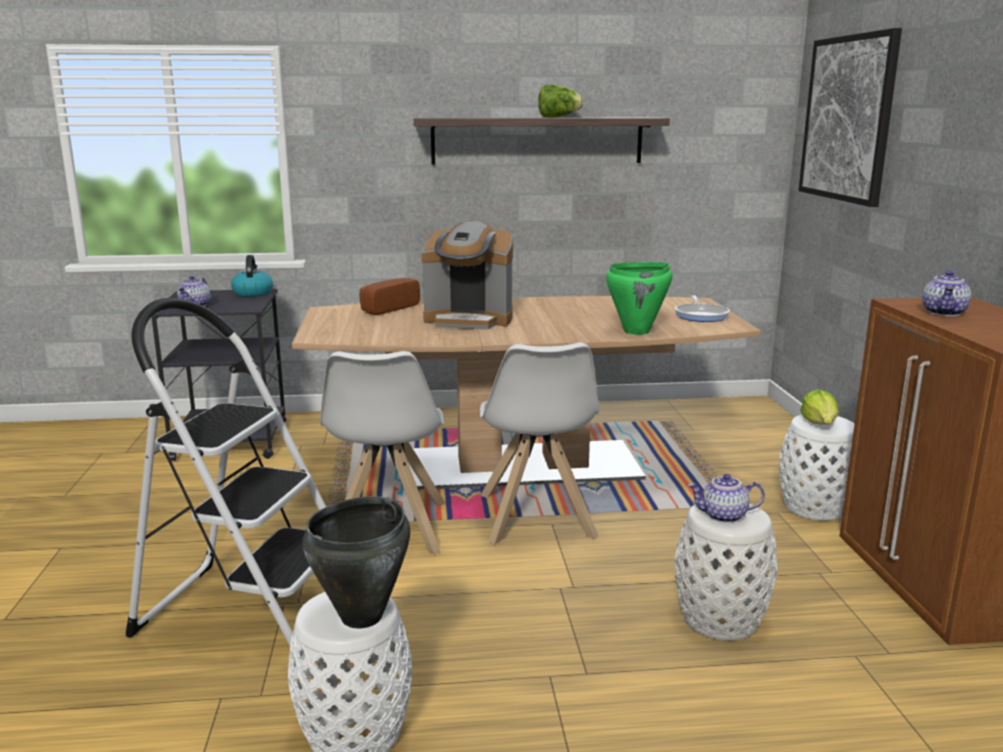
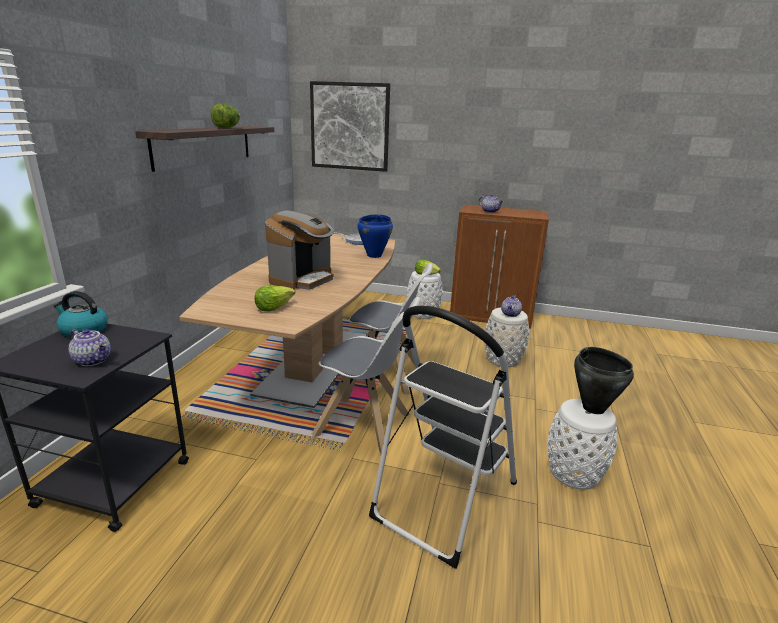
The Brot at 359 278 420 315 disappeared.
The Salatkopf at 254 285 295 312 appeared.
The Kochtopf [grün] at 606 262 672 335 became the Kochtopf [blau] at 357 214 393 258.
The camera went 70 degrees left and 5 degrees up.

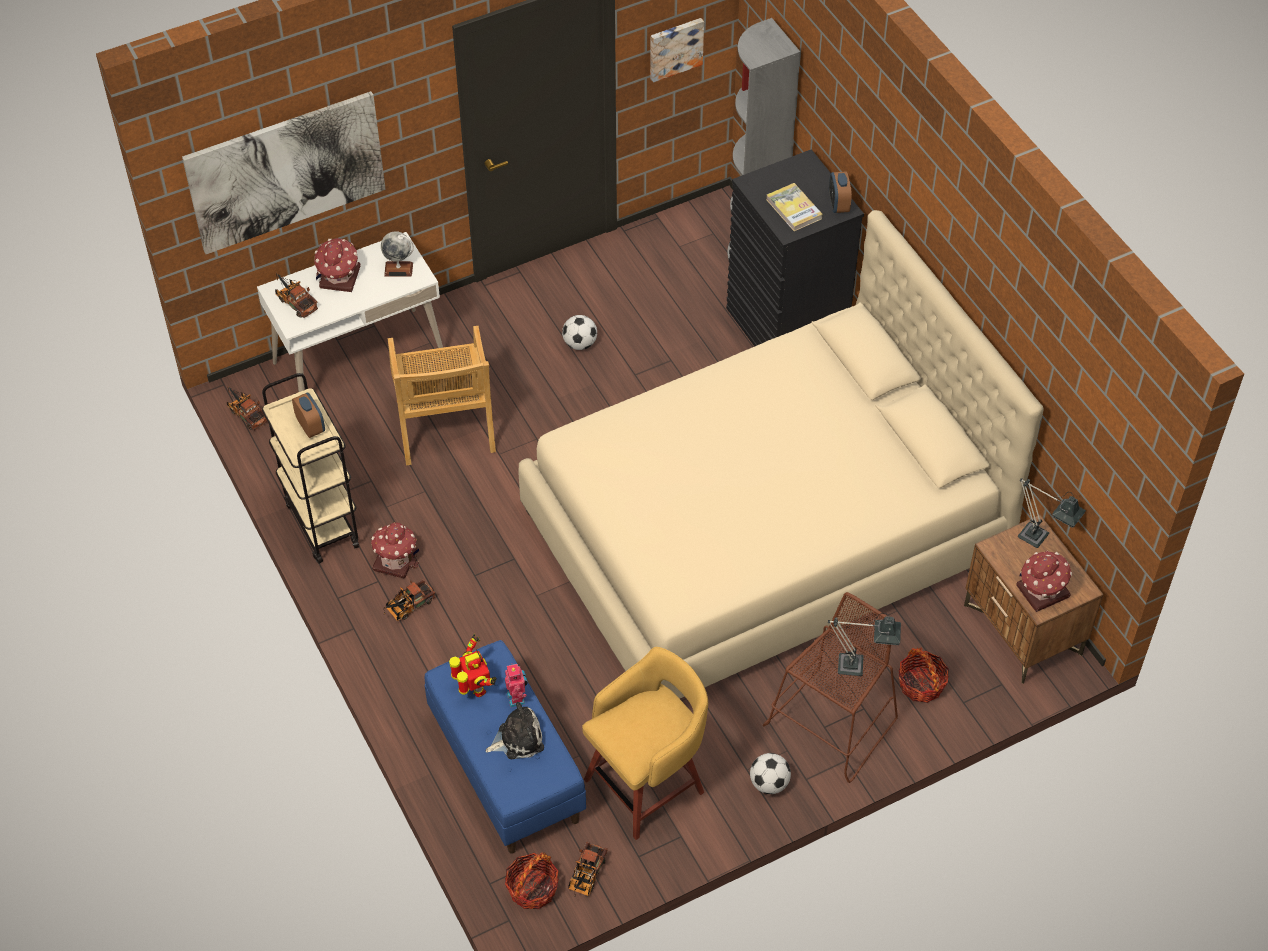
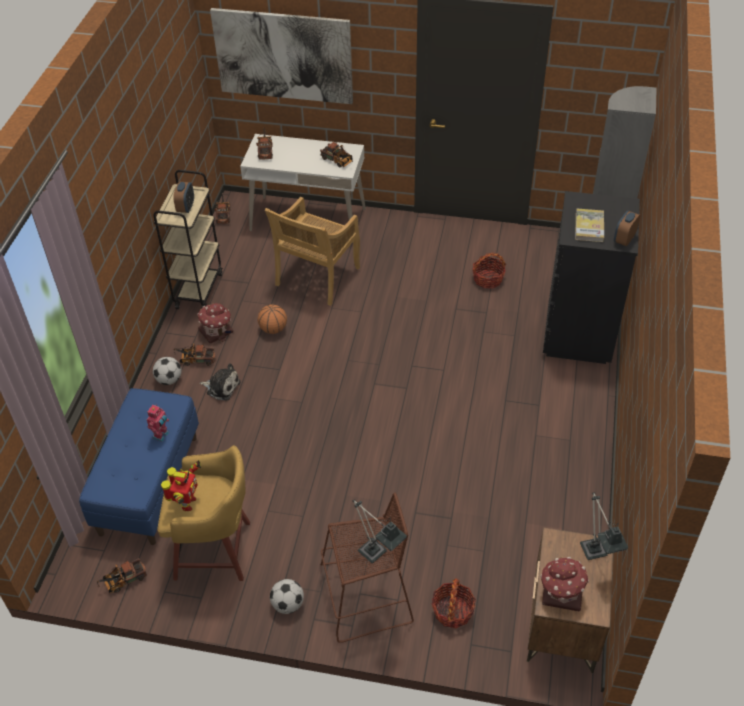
The Spielzeughaus at 314 238 361 292 disappeared.
The Bett [beige] at 519 210 1044 699 disappeared.
The Bild at 650 18 704 83 disappeared.
The Basketball at 258 305 287 334 appeared.
The Spielzeugroboter moved from 449 634 496 697 to 161 460 201 511.
The Plüschtier moved from 485 702 544 759 to 200 363 241 400.
The Korb moved from 505 852 559 909 to 473 253 506 289.
The Fußball moved from 562 315 597 350 to 153 357 181 385.
The Globus at 381 231 414 277 was replaced by the Spielzeuglaster at 320 141 353 167.
The camera went 40 degrees right and 5 degrees down.

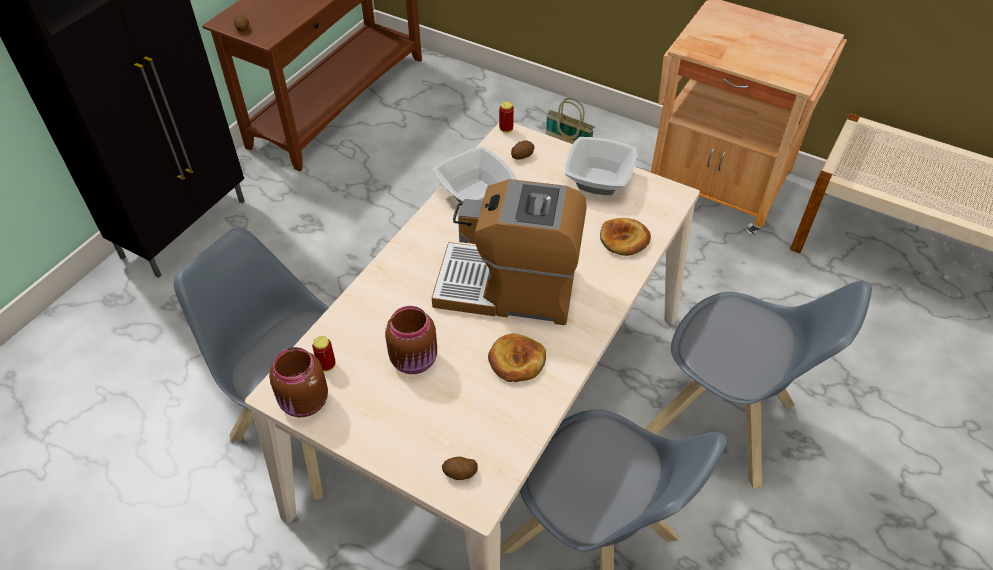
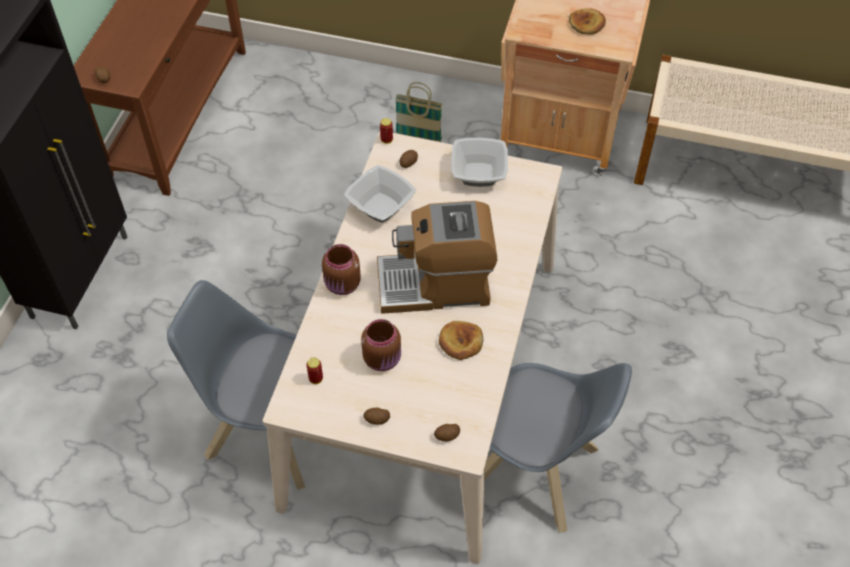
The Stuhl [grau] at 644 281 872 489 disappeared.
The Kartoffel at 363 408 390 425 appeared.
The Vorratsglas [braun] moved from 269 347 328 417 to 322 244 361 295.
The Brot moved from 600 218 651 256 to 569 8 606 34.
The camera went 15 degrees left and 5 degrees up.

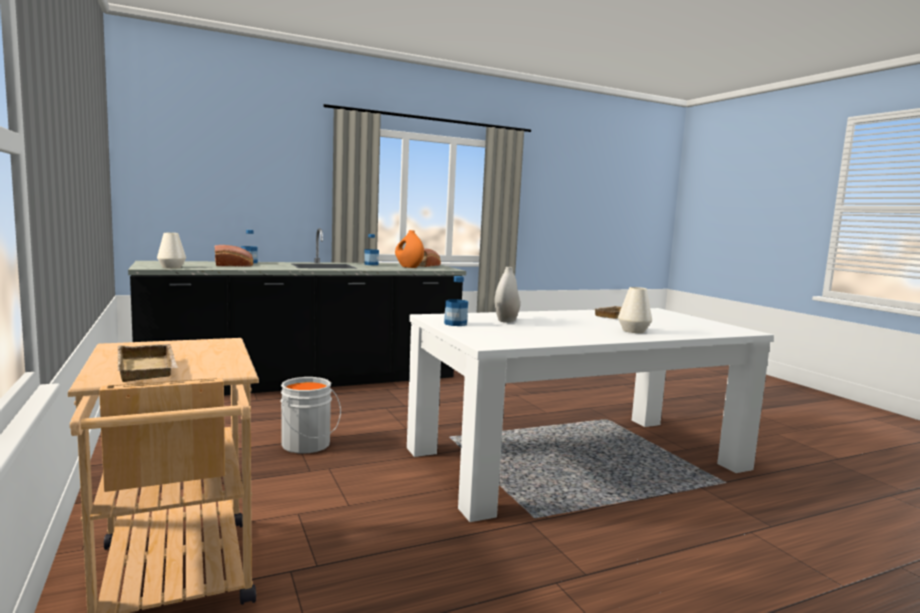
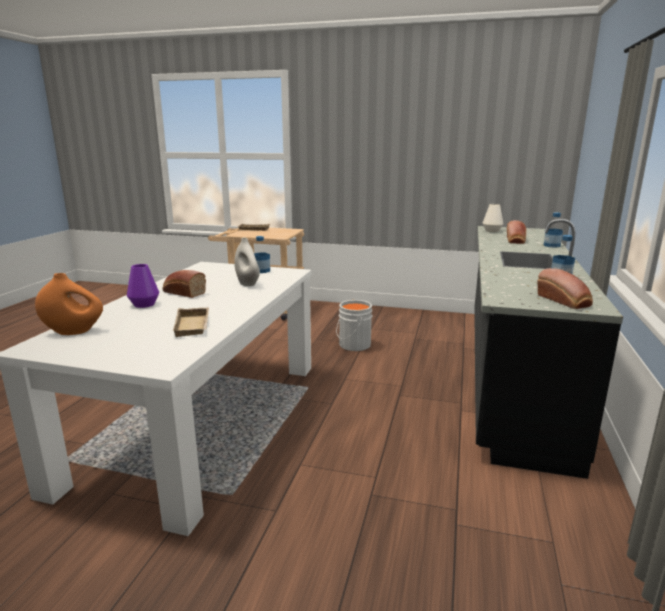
The Brot at 163 270 206 298 appeared.
The Vase [orange] moved from 395 230 424 268 to 35 273 103 335.
The Vase [weiß] at 618 287 652 333 became the Vase [lila] at 127 264 159 308.
The camera went 130 degrees right and 10 degrees up.

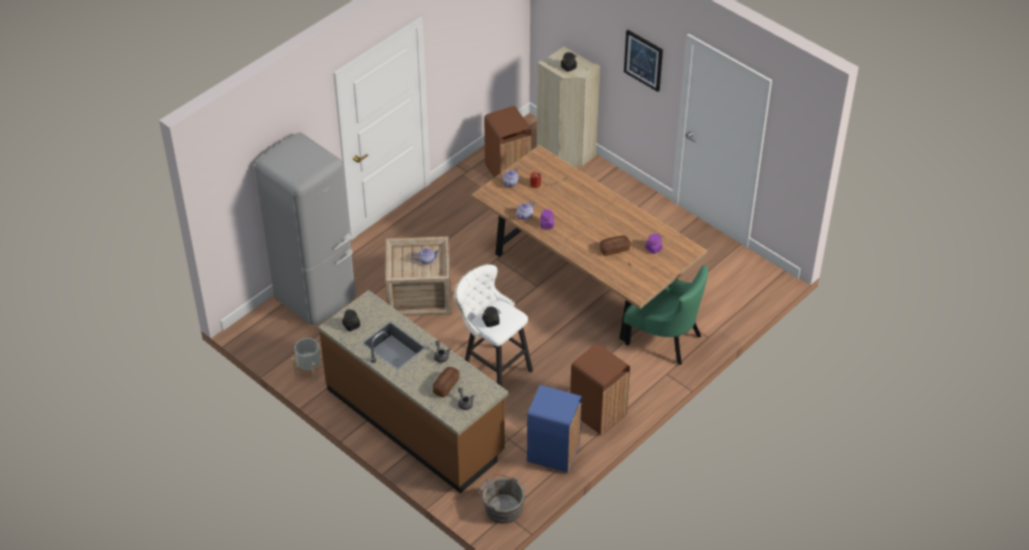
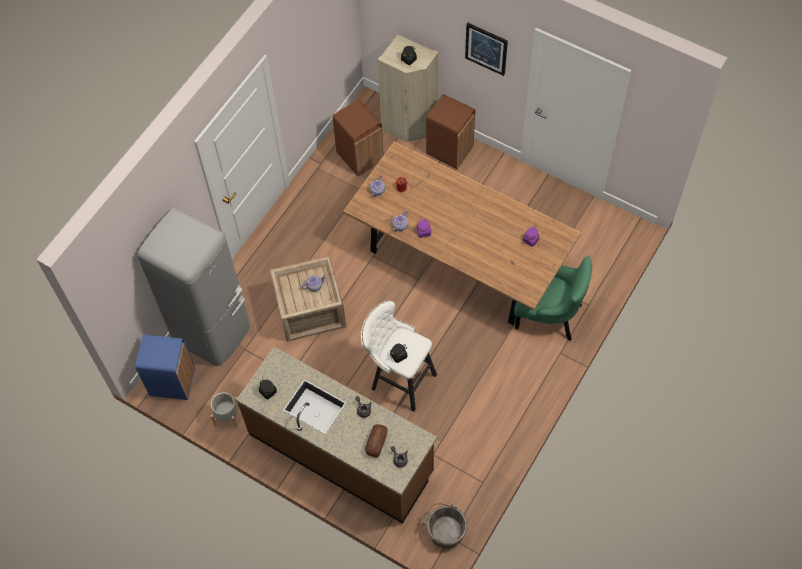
The Brot at 600 235 630 256 disappeared.
The Mülleimer [blau] moved from 527 385 582 473 to 135 334 195 400.
The Mülleimer [braun] moved from 570 343 630 435 to 426 94 475 169.
The camera went 10 degrees left and 15 degrees up.

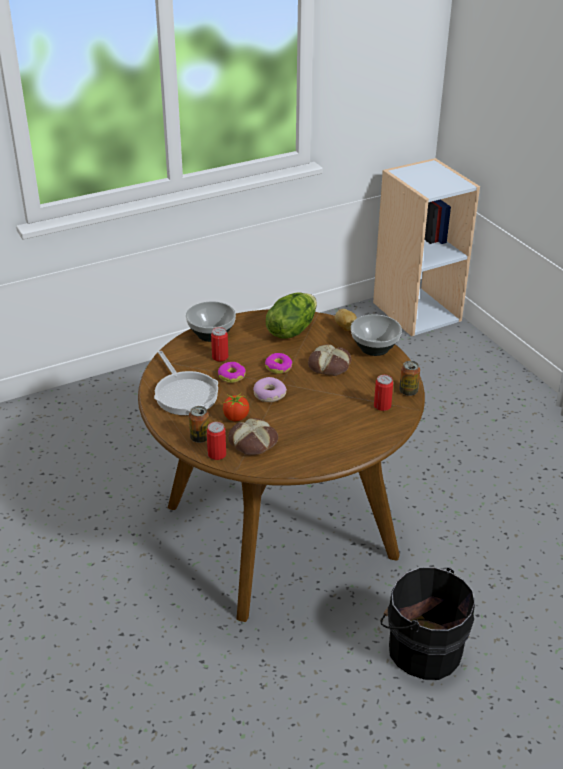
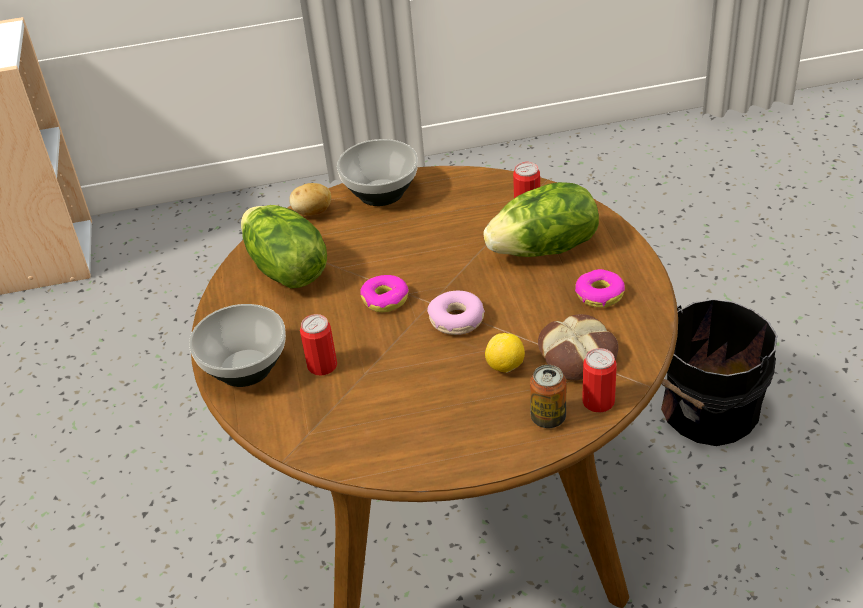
The Pfanne at 154 351 218 415 disappeared.
The Brot at 308 344 351 376 disappeared.
The Dose at 399 361 420 396 disappeared.
The Salatkopf at 483 182 599 257 appeared.
The Donut moved from 218 362 246 383 to 575 269 625 308.
The Tomate at 222 392 249 421 was replaced by the Zitrone at 485 333 525 373.
The camera went 70 degrees left and 5 degrees up.

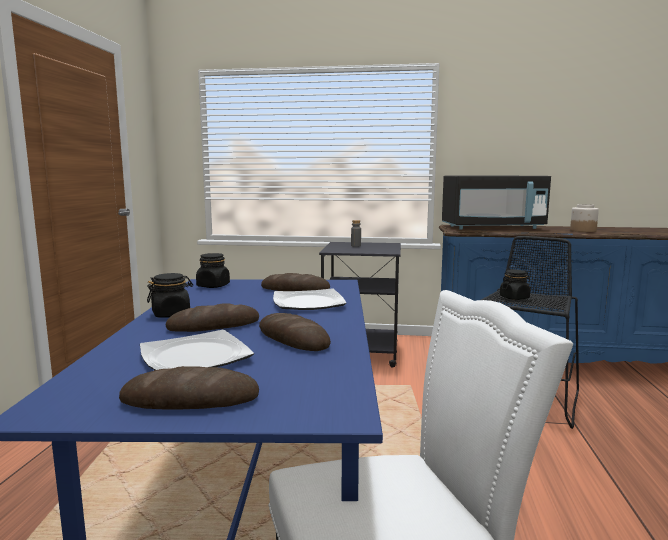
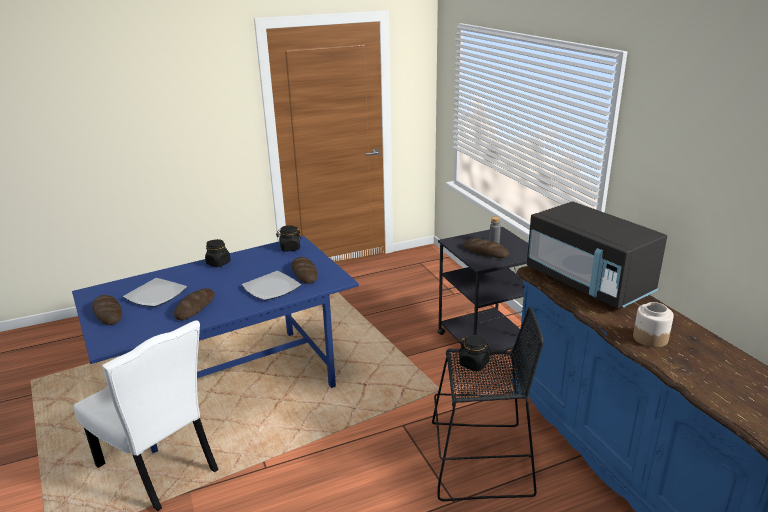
The Brot moved from 166 304 259 332 to 463 238 509 258.
The camera went 60 degrees right and 15 degrees up.

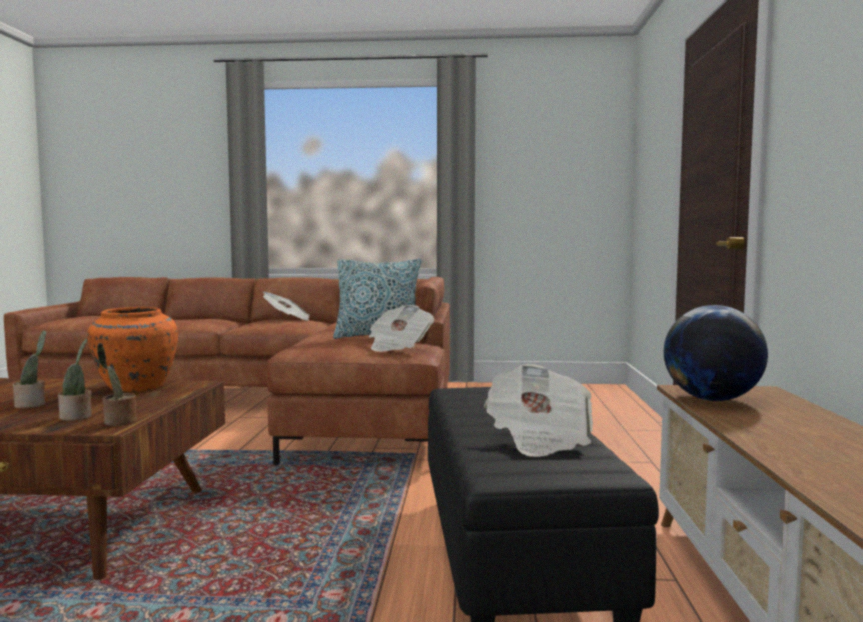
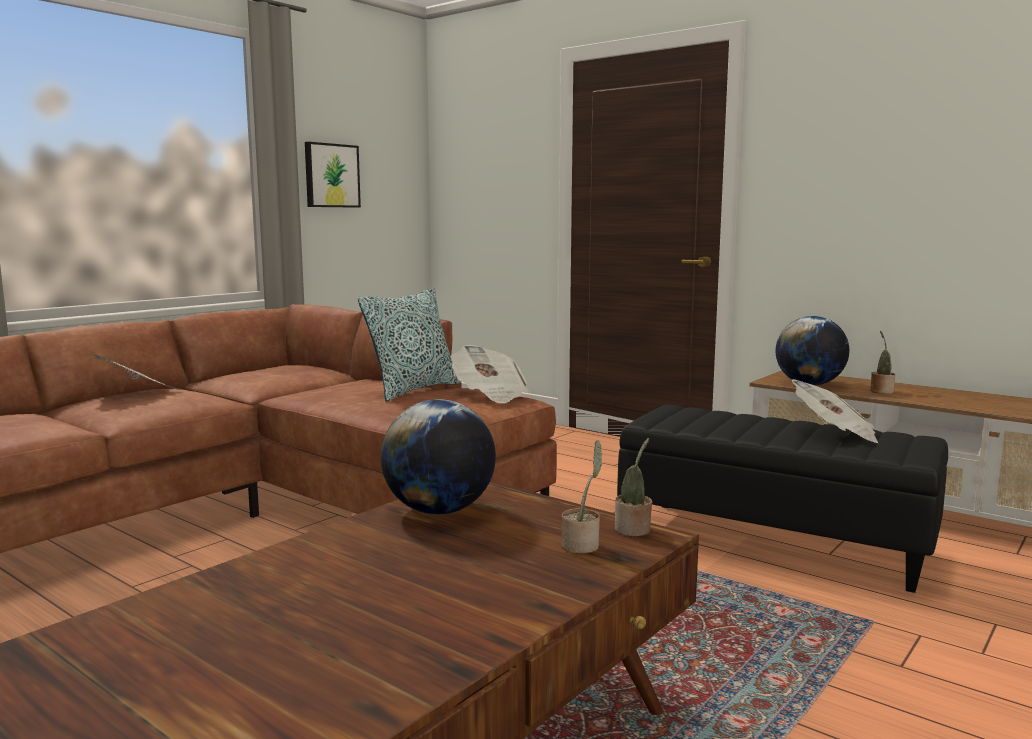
The Bild at 305 142 361 208 appeared.
The Topfpflanze moved from 13 330 46 408 to 871 331 895 394.
The Vase [orange] at 88 307 178 392 was replaced by the Globus at 381 399 496 514.
The camera went 55 degrees left and 5 degrees up.

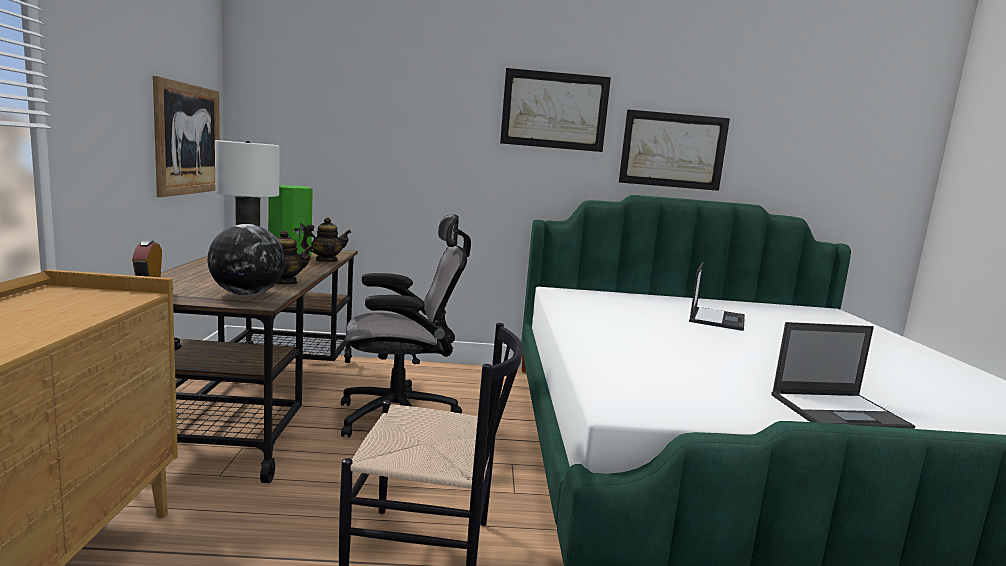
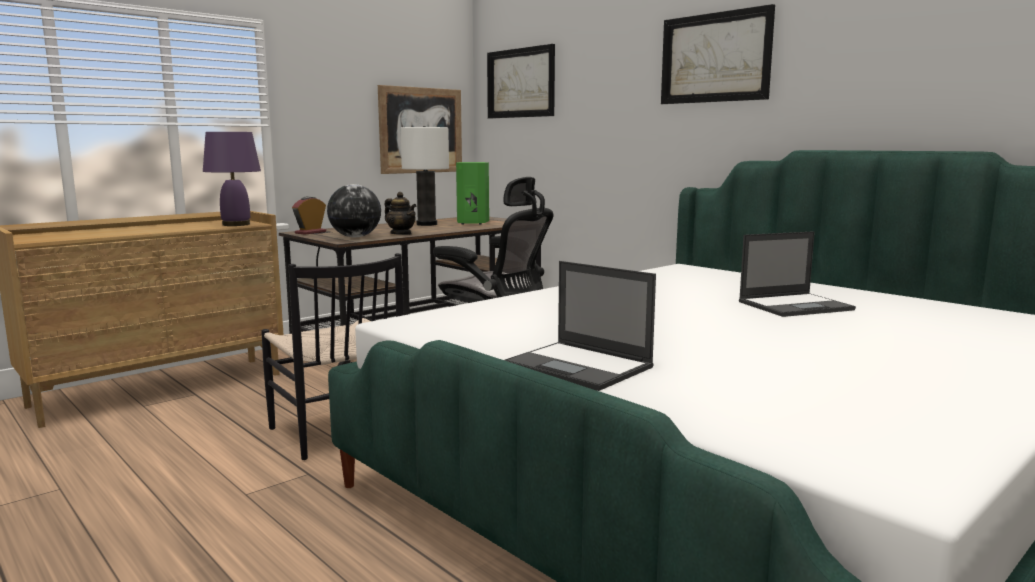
The Teekanne at 301 217 351 262 disappeared.
The Tischlampe [lila] at 203 132 261 226 appeared.
The Bild moved from 619 109 730 191 to 487 44 555 118.
The camera went 50 degrees right and 0 degrees up.

